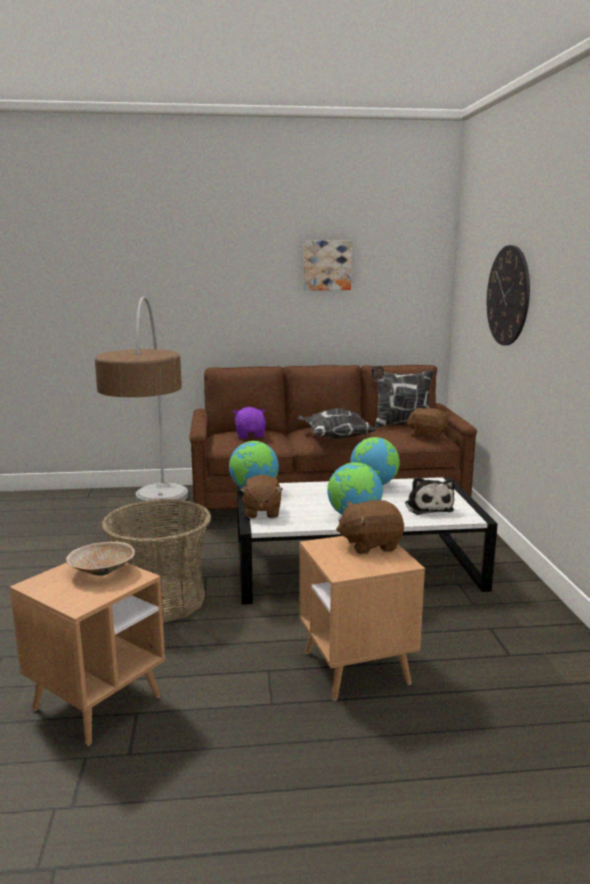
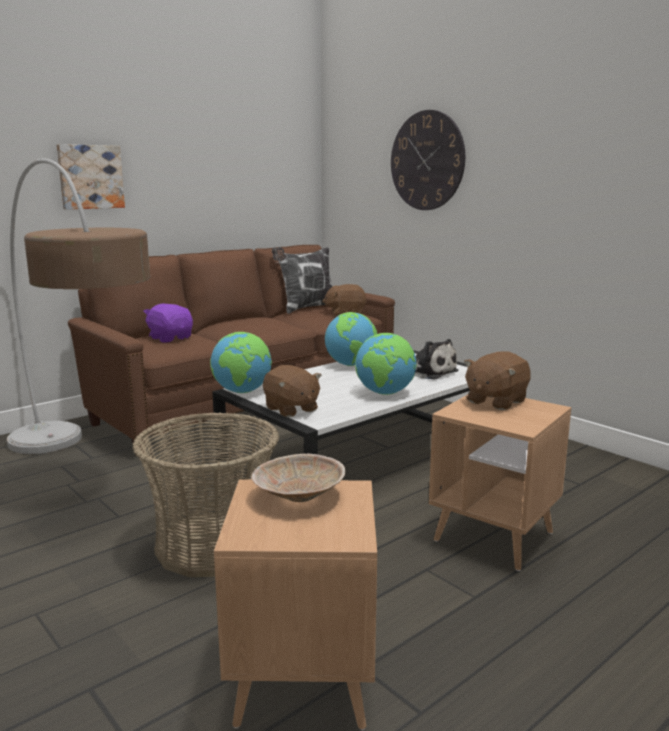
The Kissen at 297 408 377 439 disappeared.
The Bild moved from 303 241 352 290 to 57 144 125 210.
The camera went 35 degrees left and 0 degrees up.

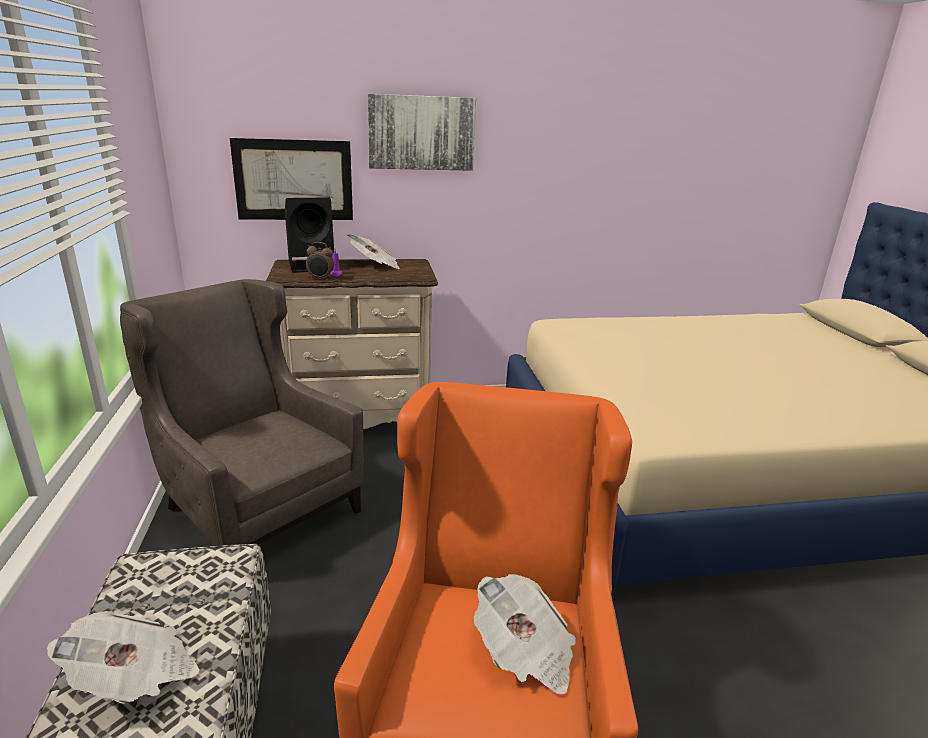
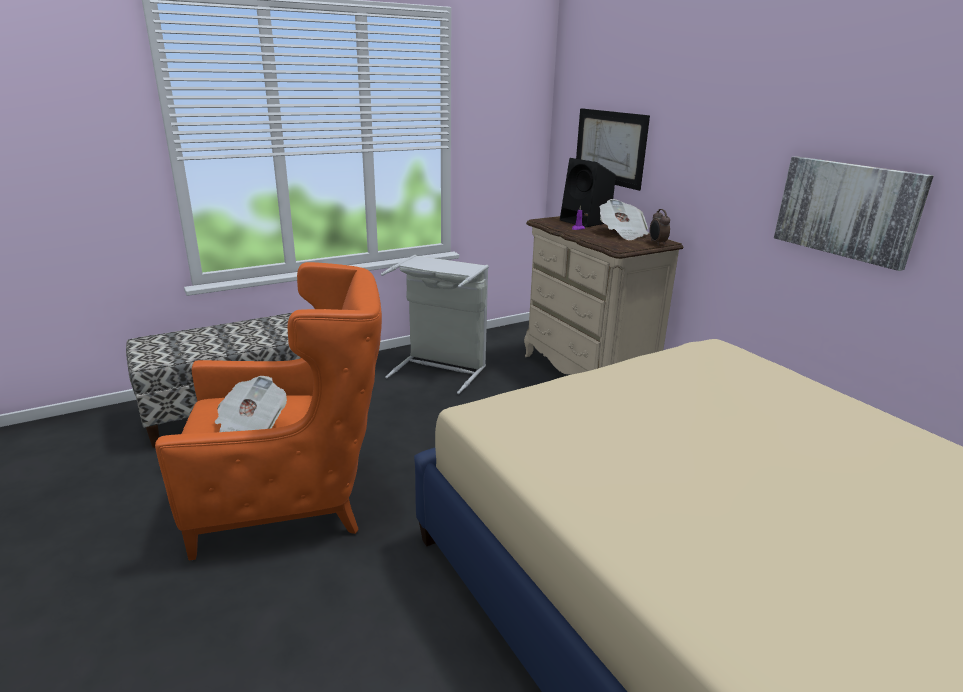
The Zeitung at 47 611 200 704 disappeared.
The Wecker moved from 306 242 334 280 to 650 209 670 246.
The Bild moved from 367 94 476 171 to 774 156 934 271.
The Sessel [grau] at 120 279 364 548 was replaced by the Wäschekorb [grau] at 381 255 489 394.
The camera went 70 degrees right and 0 degrees up.

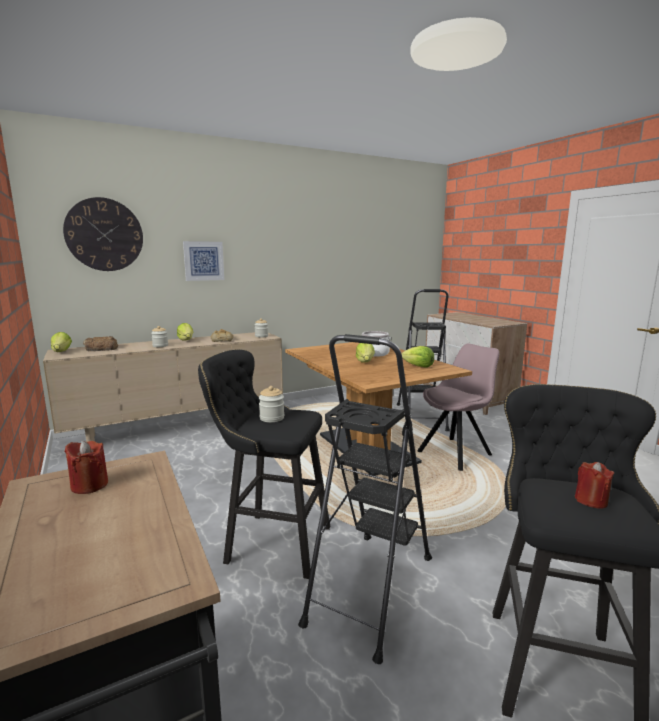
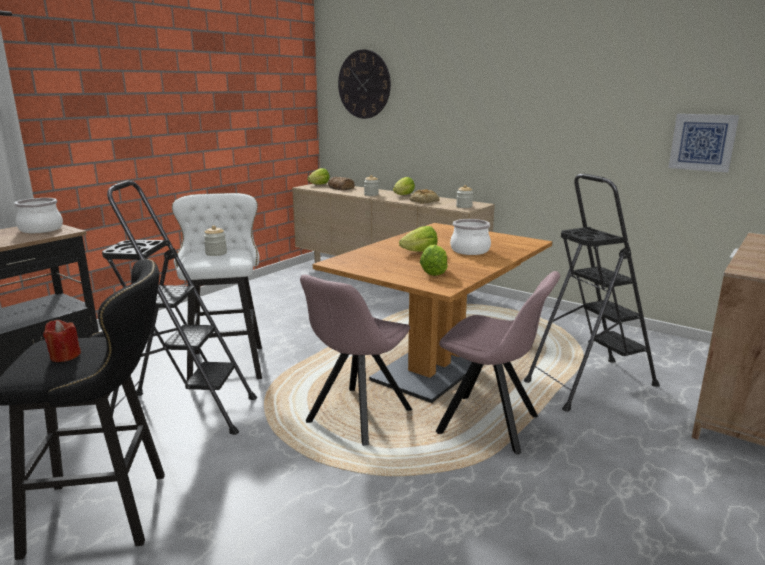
The Stuhl [rosa] at 300 275 412 446 appeared.
The Bild moved from 183 241 224 281 to 668 114 739 173.
The Kerze [rot] at 64 440 108 494 was replaced by the Kochtopf at 14 198 63 233.
The Hocker [schwarz] at 198 349 330 579 became the Hocker [weiß] at 172 193 262 381.
The camera went 65 degrees right and 5 degrees up.

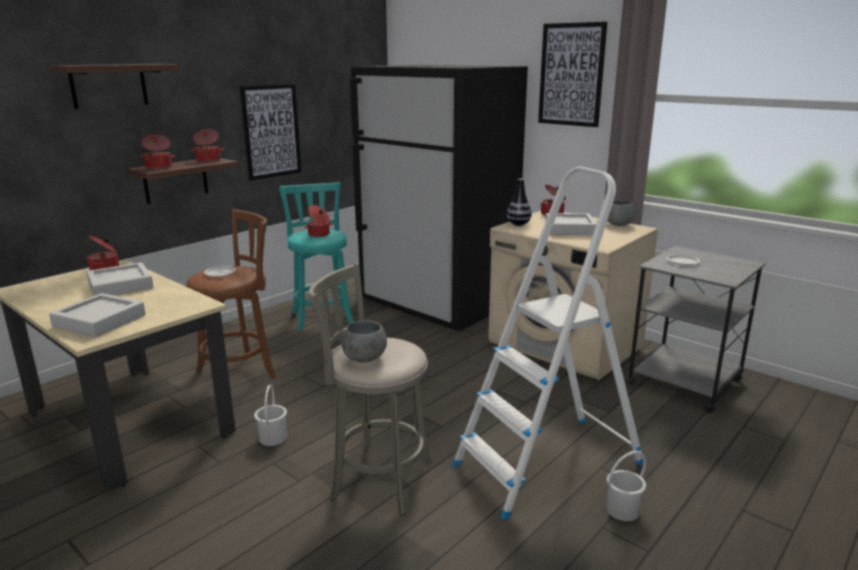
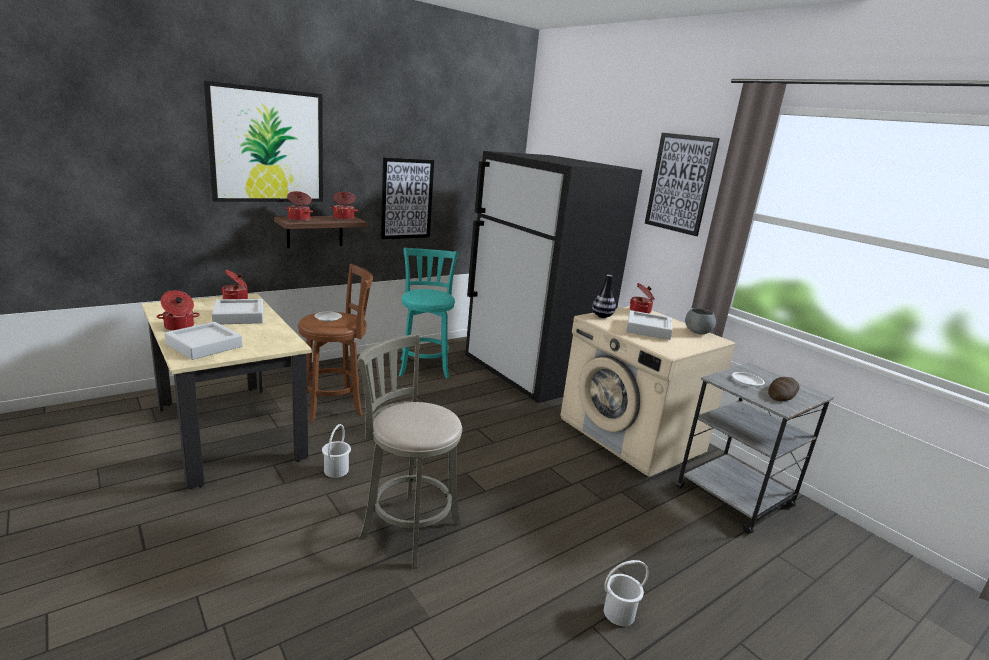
The Schüssel [grau] at 341 320 387 363 disappeared.
The Trittleiter [weiß] at 452 167 643 519 disappeared.
The Brot at 768 377 799 401 appeared.
The Kochtopf moved from 304 205 333 237 to 156 290 200 331.
The Wandregal at 49 64 179 109 was replaced by the Bild at 204 81 323 202.
The camera went 10 degrees right and 0 degrees up.

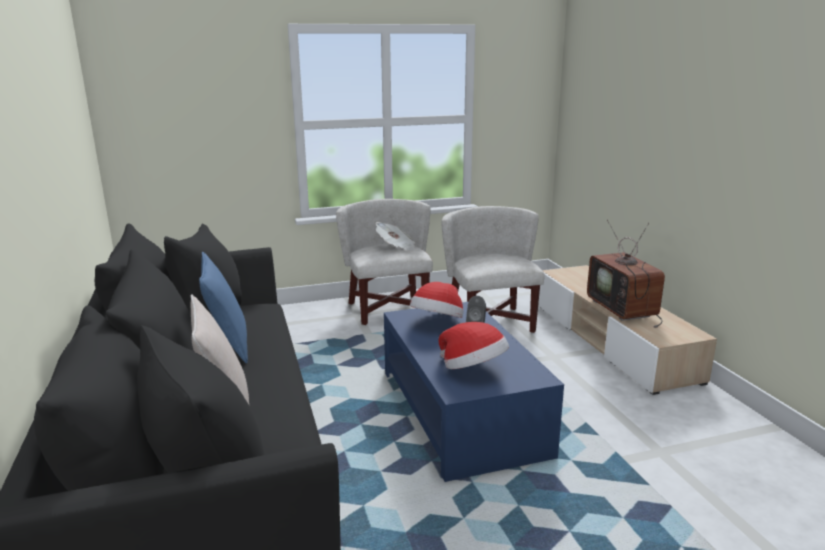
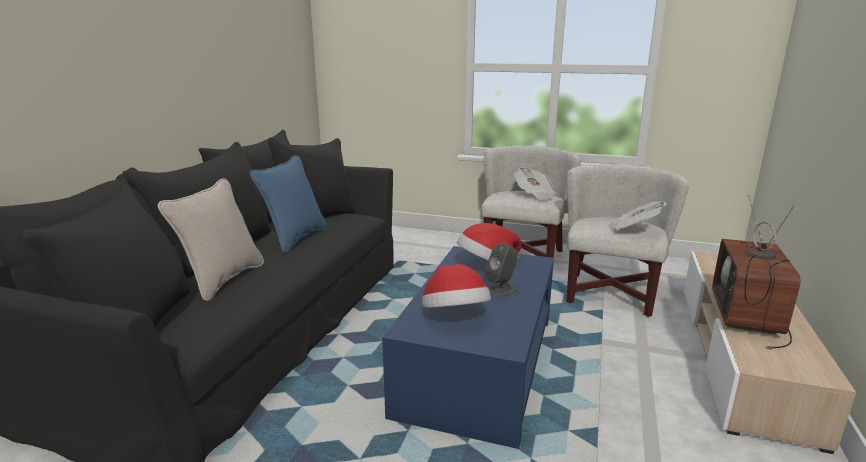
The Zeitung at 606 201 667 231 appeared.
The camera went 35 degrees right and 0 degrees up.

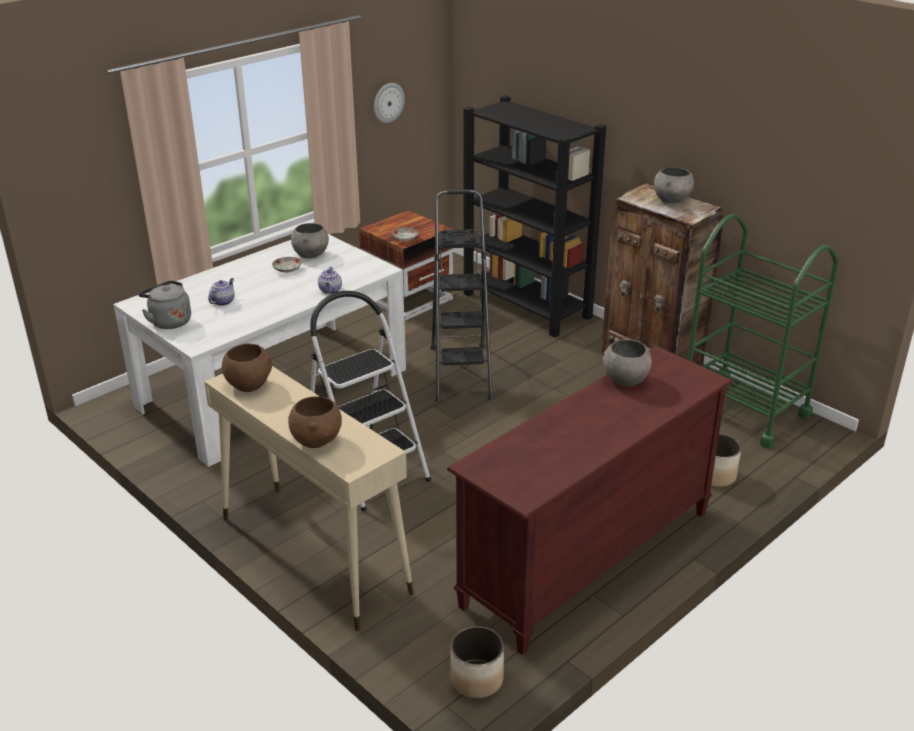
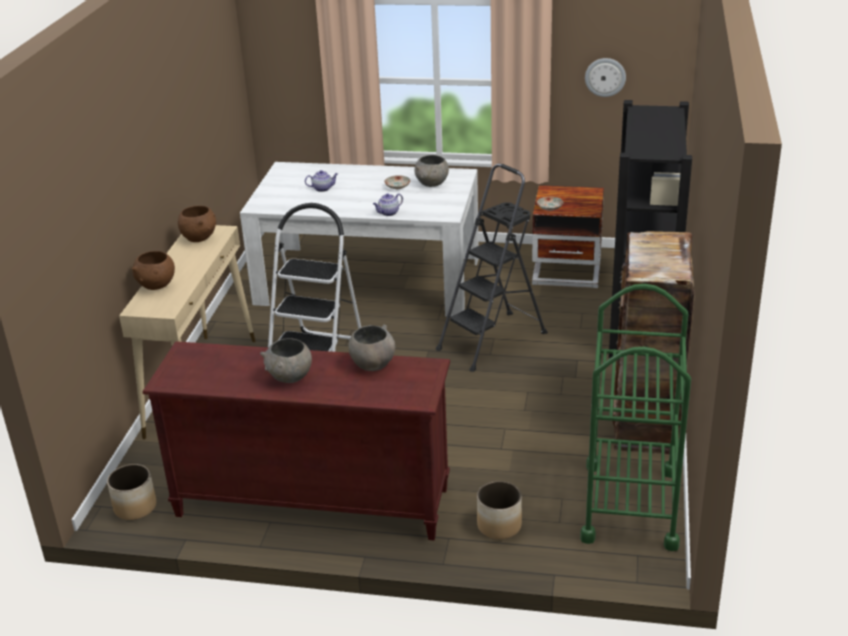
The Wasserkessel [grau] at 138 280 191 329 disappeared.
The Schüssel [grau] moved from 654 167 694 204 to 260 338 312 383.
The camera went 55 degrees right and 0 degrees up.

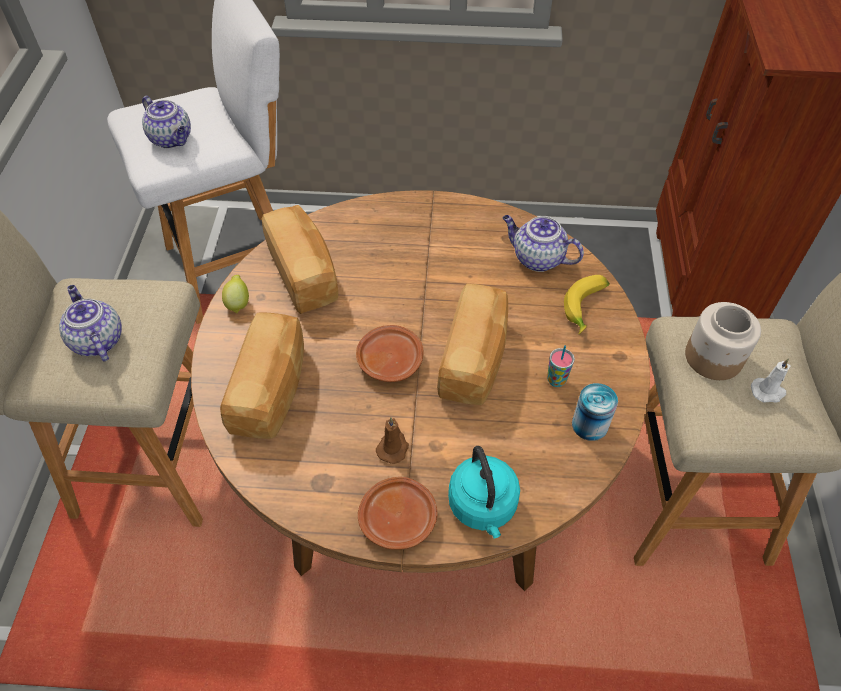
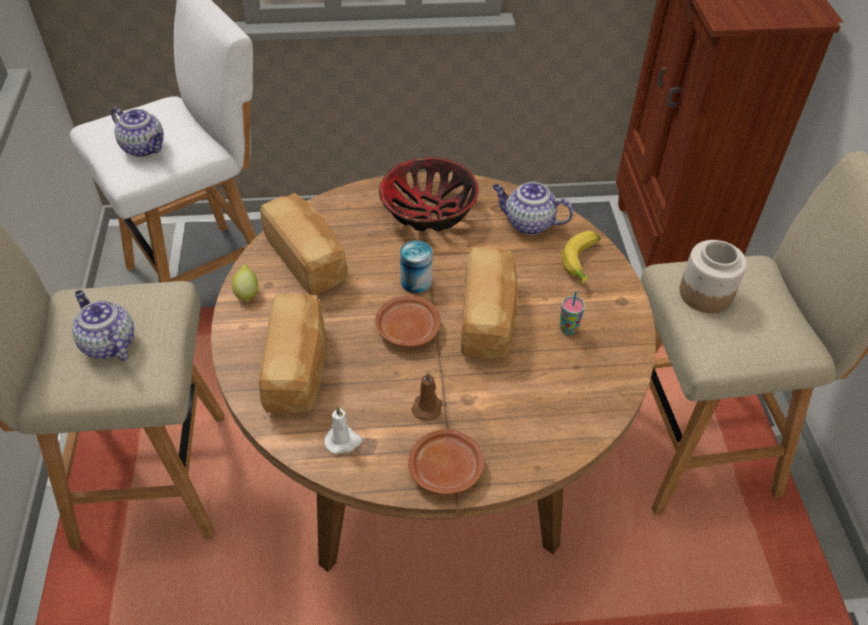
The Wasserkessel [türkis] at 448 446 520 538 disappeared.
The Schüssel at 379 157 479 231 appeared.
The Dose moved from 572 383 618 441 to 400 240 433 293.
The Kerze [weiß] moved from 751 358 791 403 to 324 406 363 454.
The camera went 10 degrees left and 5 degrees down.

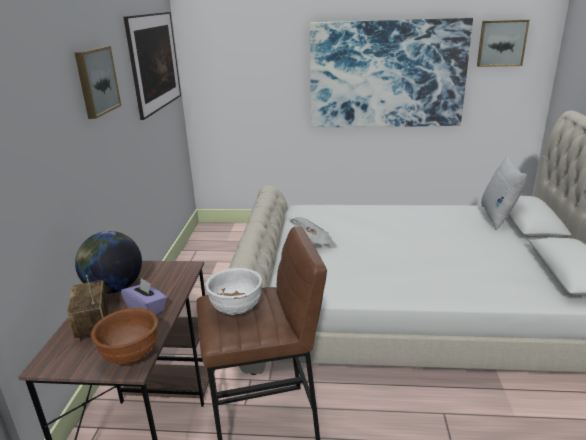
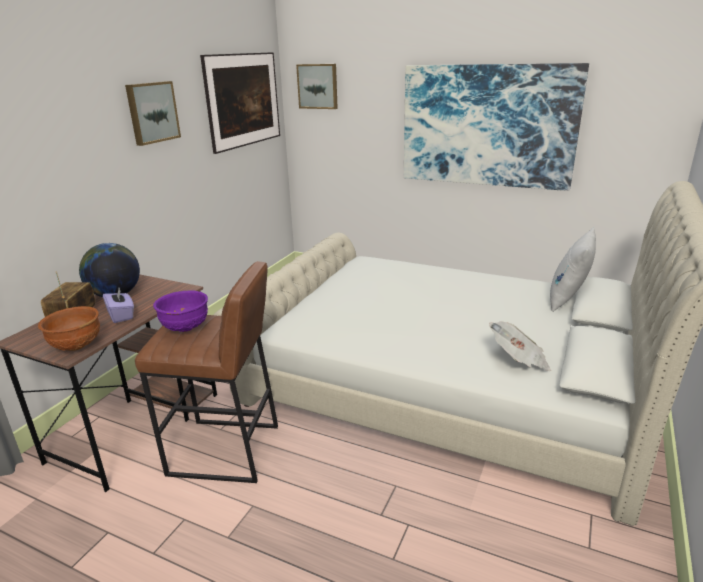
The Zeitung moved from 289 217 337 247 to 489 321 551 371.
The Bild moved from 477 20 530 67 to 296 64 338 109.
The Schüssel [weiß] at 205 268 262 315 became the Schüssel [lila] at 153 290 208 332.
The camera went 20 degrees right and 0 degrees up.

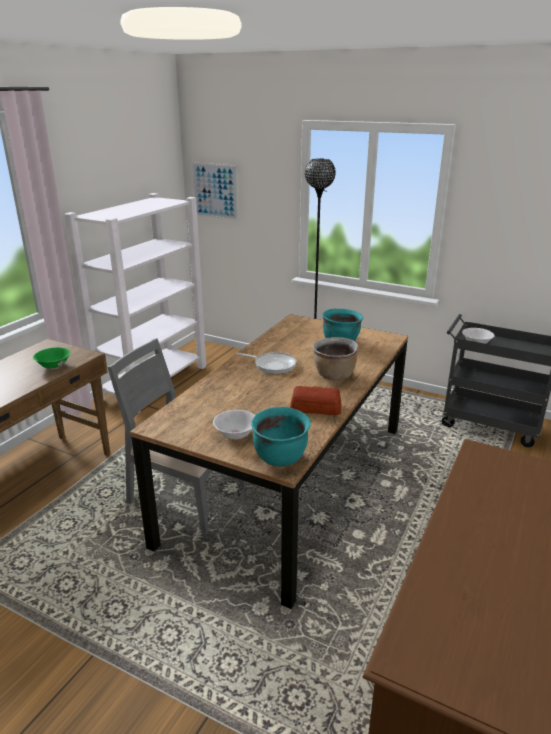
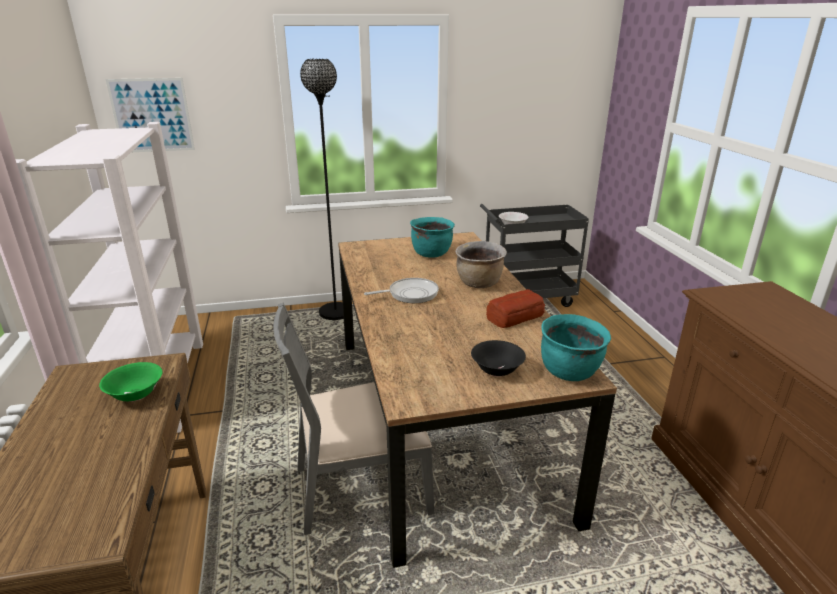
The Schüssel [weiß] at 213 410 255 440 became the Schüssel [schwarz] at 471 340 526 377.
The camera went 40 degrees left and 0 degrees up.

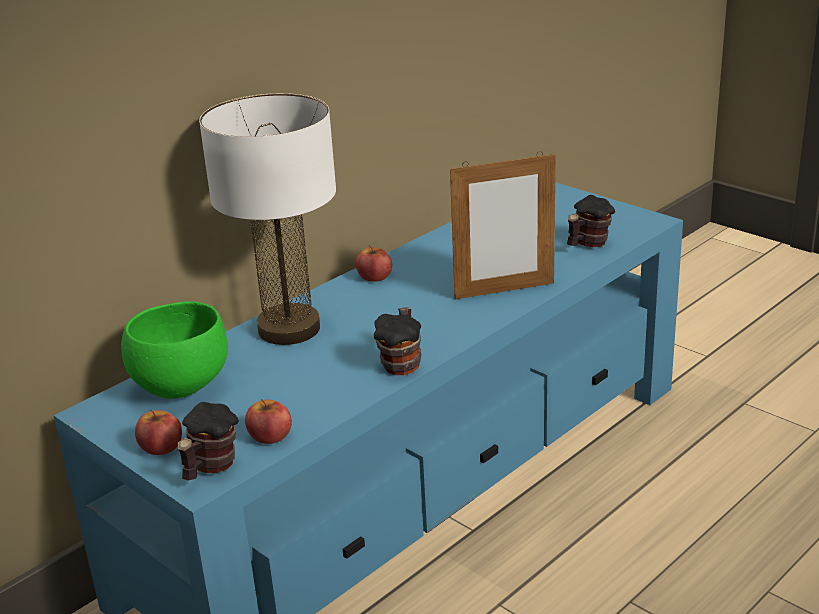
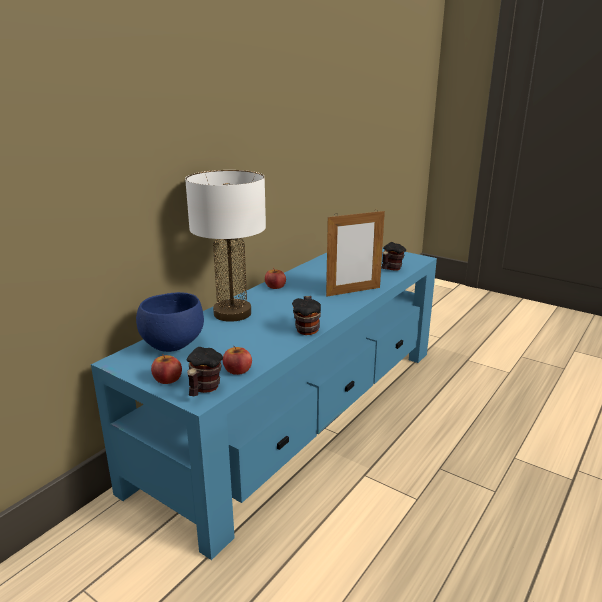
The Schüssel [grün] at 121 302 228 399 became the Schüssel [blau] at 136 292 204 352.
The camera went 10 degrees left and 5 degrees down.

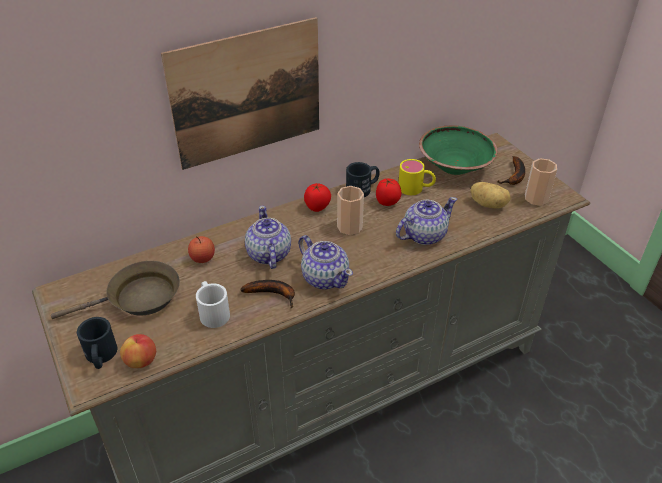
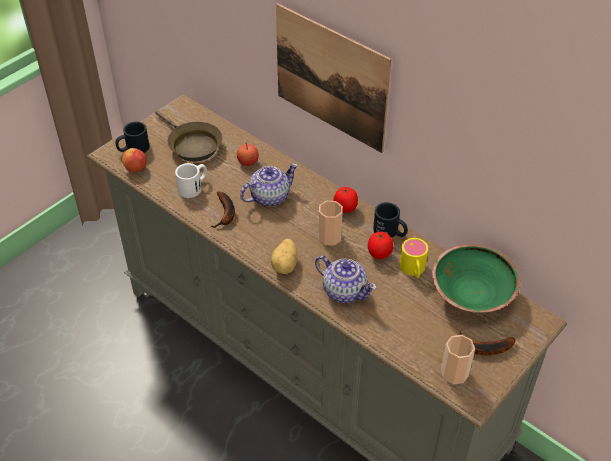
The Teekanne at 299 235 353 289 disappeared.
The Kartoffel moved from 470 182 510 209 to 271 239 298 274.
The camera went 70 degrees right and 5 degrees up.

